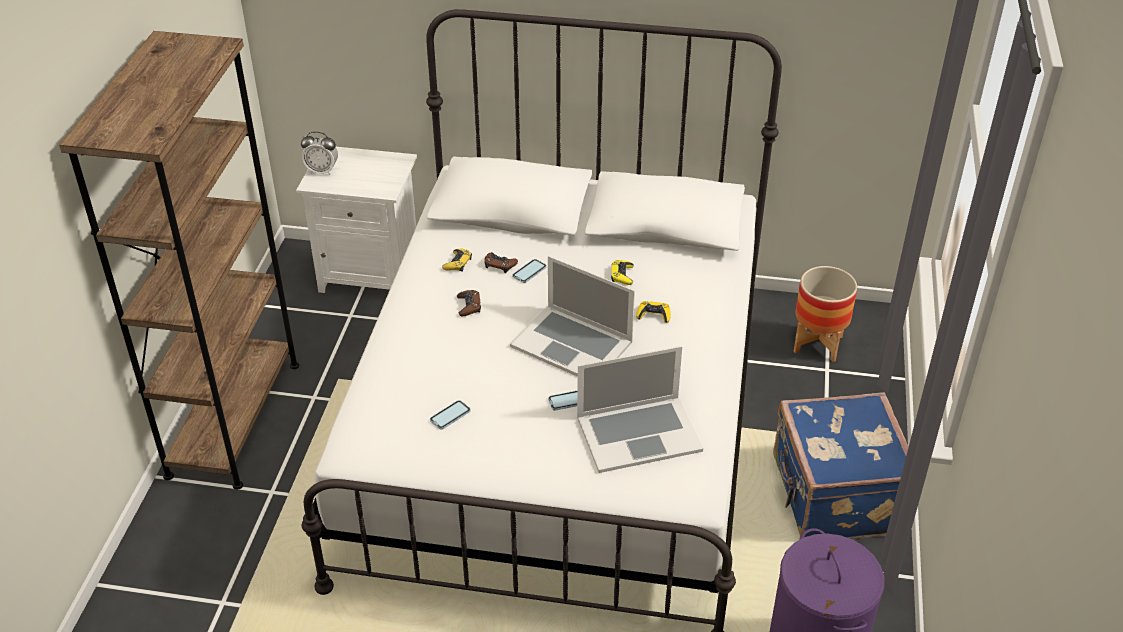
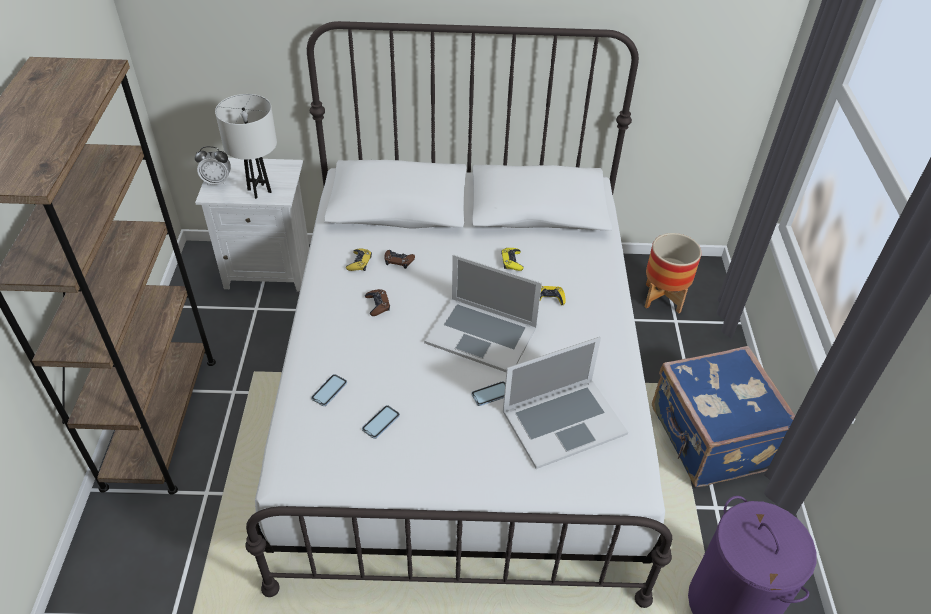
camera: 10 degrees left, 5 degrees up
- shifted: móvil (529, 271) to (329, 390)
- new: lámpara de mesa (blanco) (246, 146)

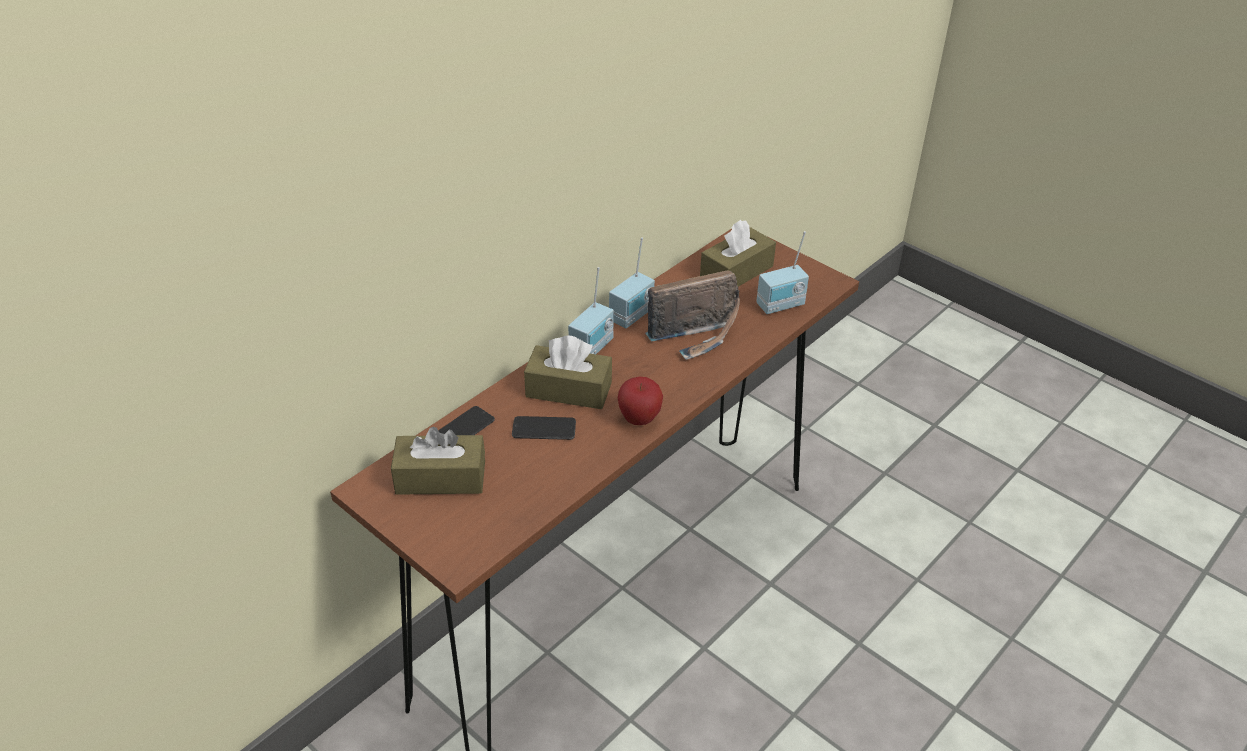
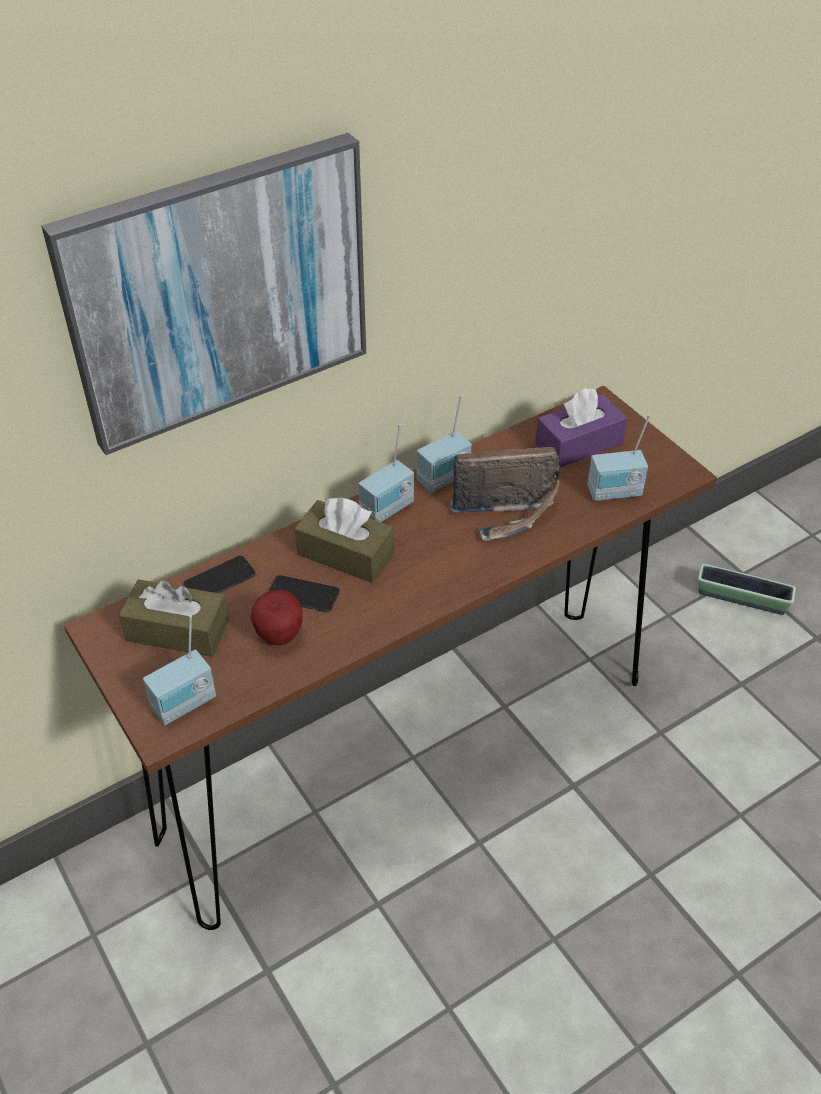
camera: 15 degrees right, 5 degrees up
- shifted: manzana (640, 400) to (277, 617)
- repainted: caja de pañuelos (marrón) (738, 253) to caja de pañuelos (morado) (581, 427)
- new: cuadro (203, 294)
- new: radio (179, 670)
- new: maceta (747, 589)

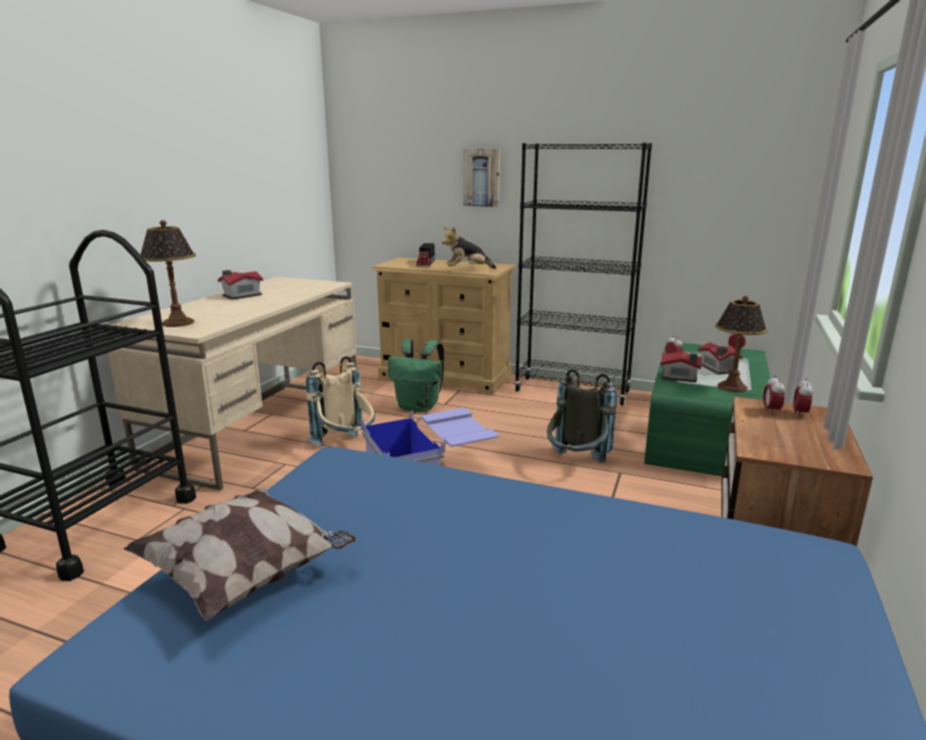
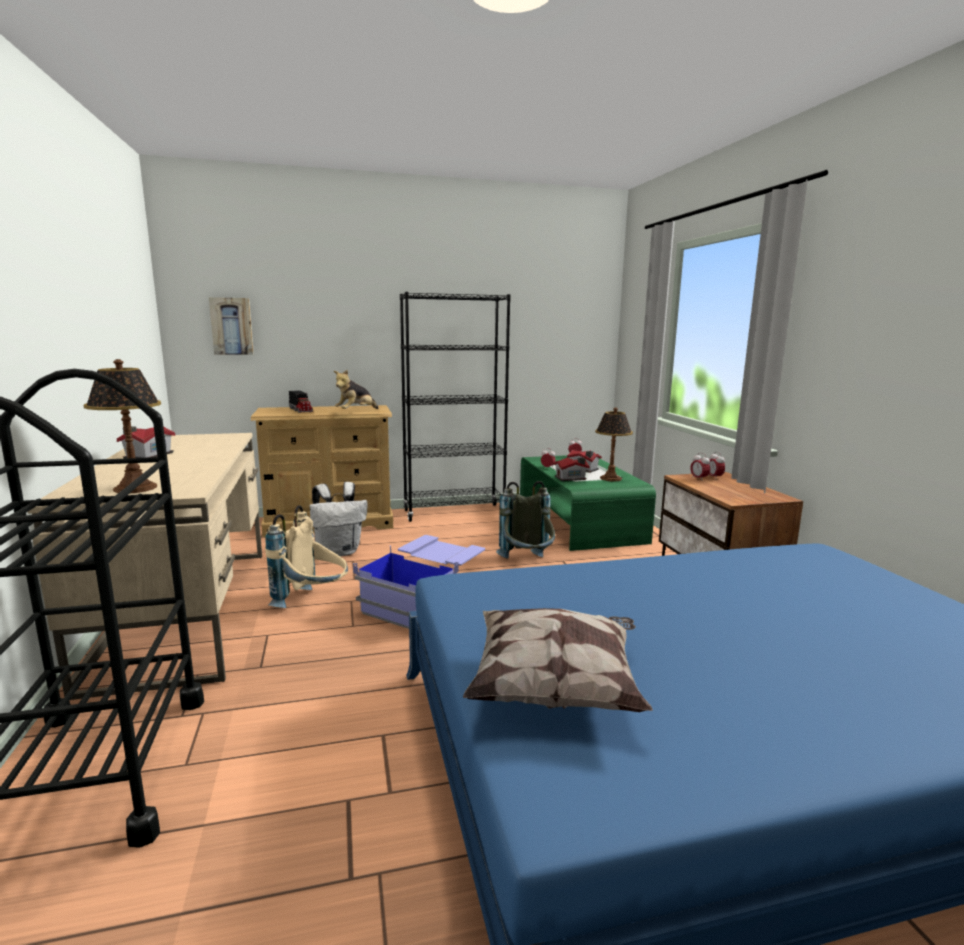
camera: 35 degrees left, 5 degrees down
- repainted: mochila (verde) (416, 375) to mochila (blanco) (338, 519)
- shifted: cuadro (481, 178) to (231, 326)

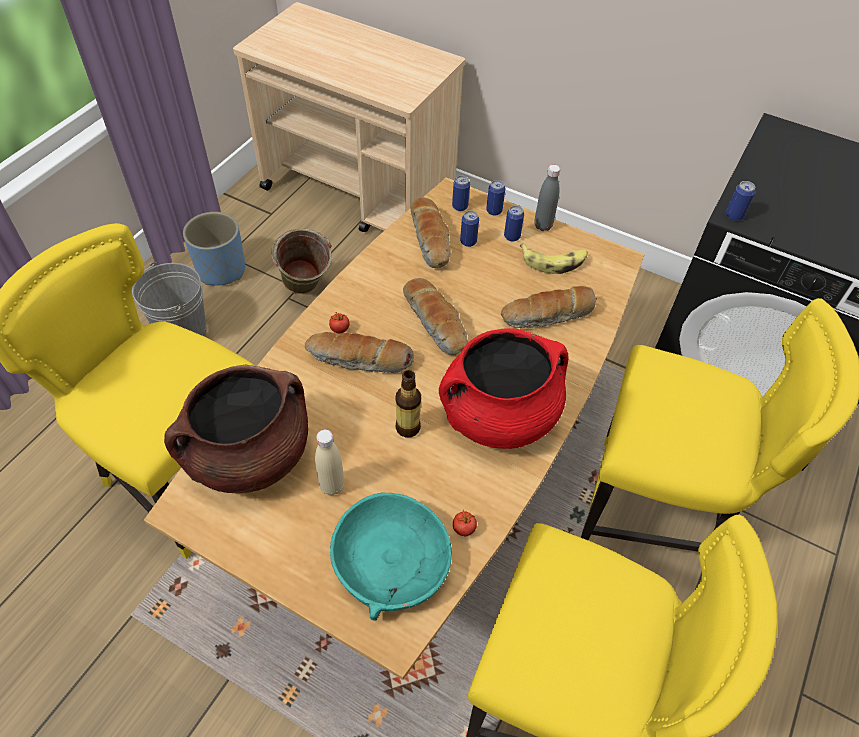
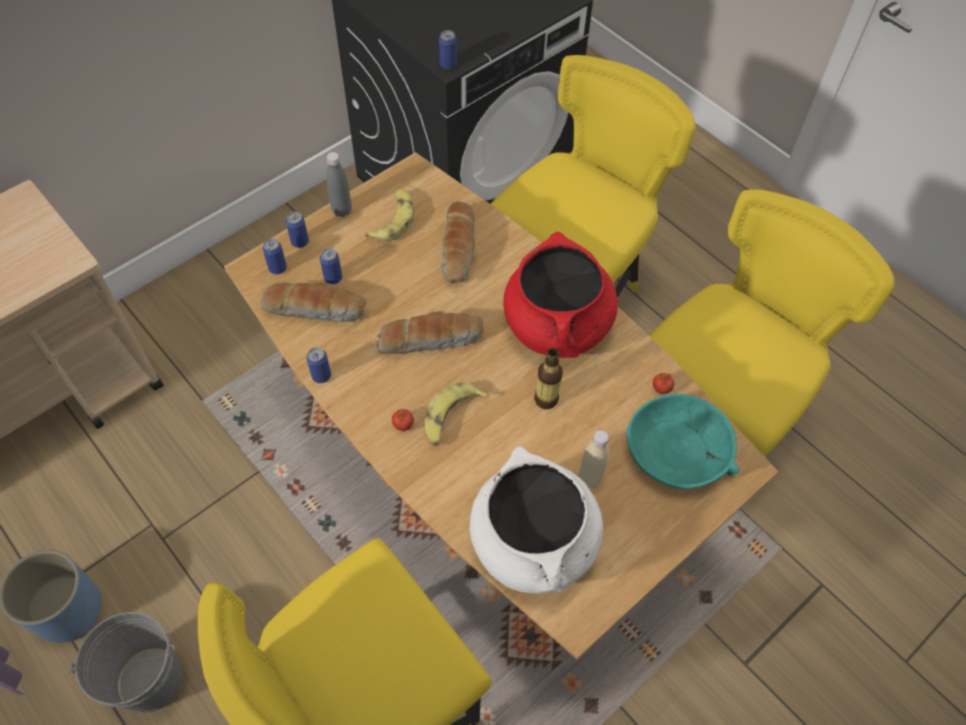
camera: 70 degrees left, 5 degrees up
- repainted: olla (marrón) (236, 429) to olla (blanco) (536, 520)
- gone: cubo (verde) (301, 261)
- swapped: pan (359, 352) to plátano (456, 414)
- shifted: lata (514, 223) to (318, 365)

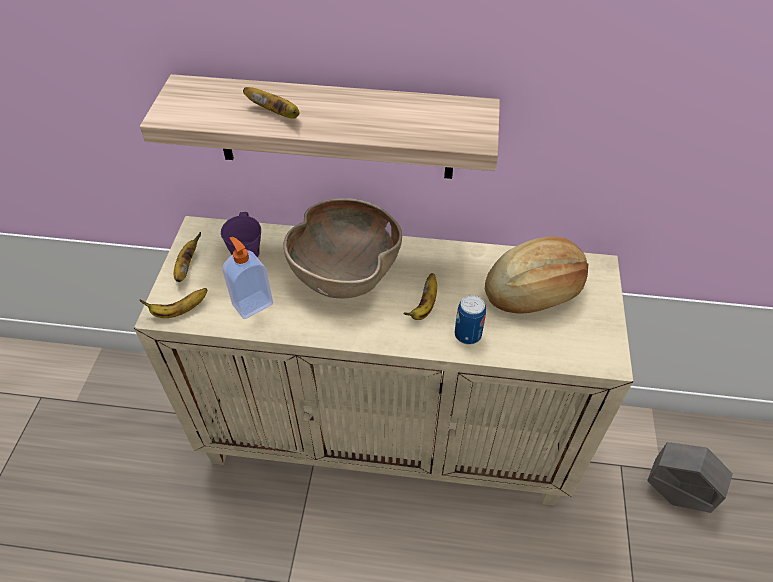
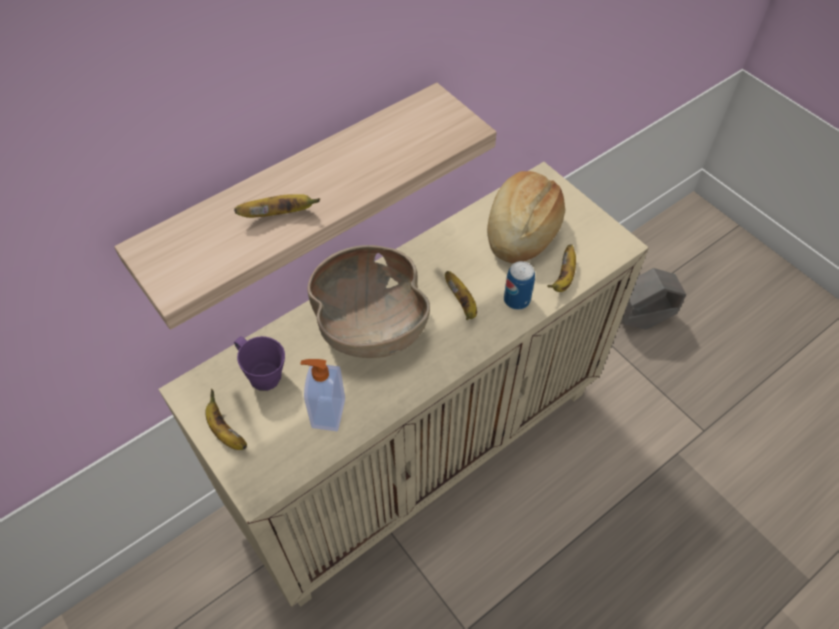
camera: 45 degrees left, 5 degrees up
- shifted: plátano (173, 303) to (561, 268)

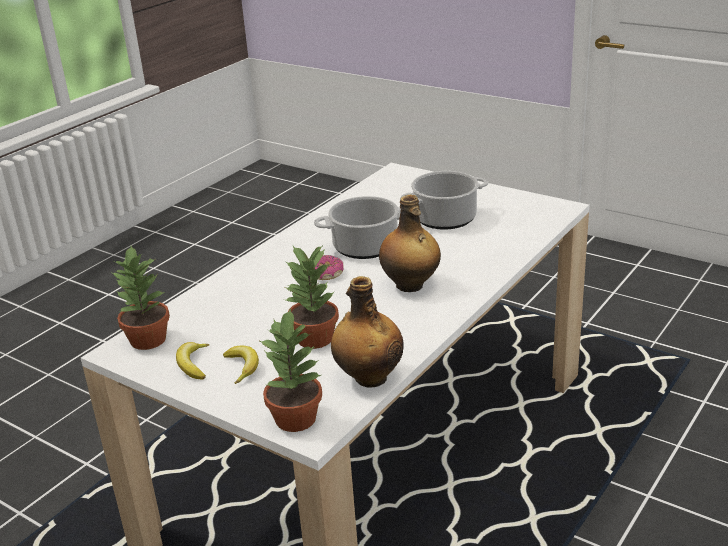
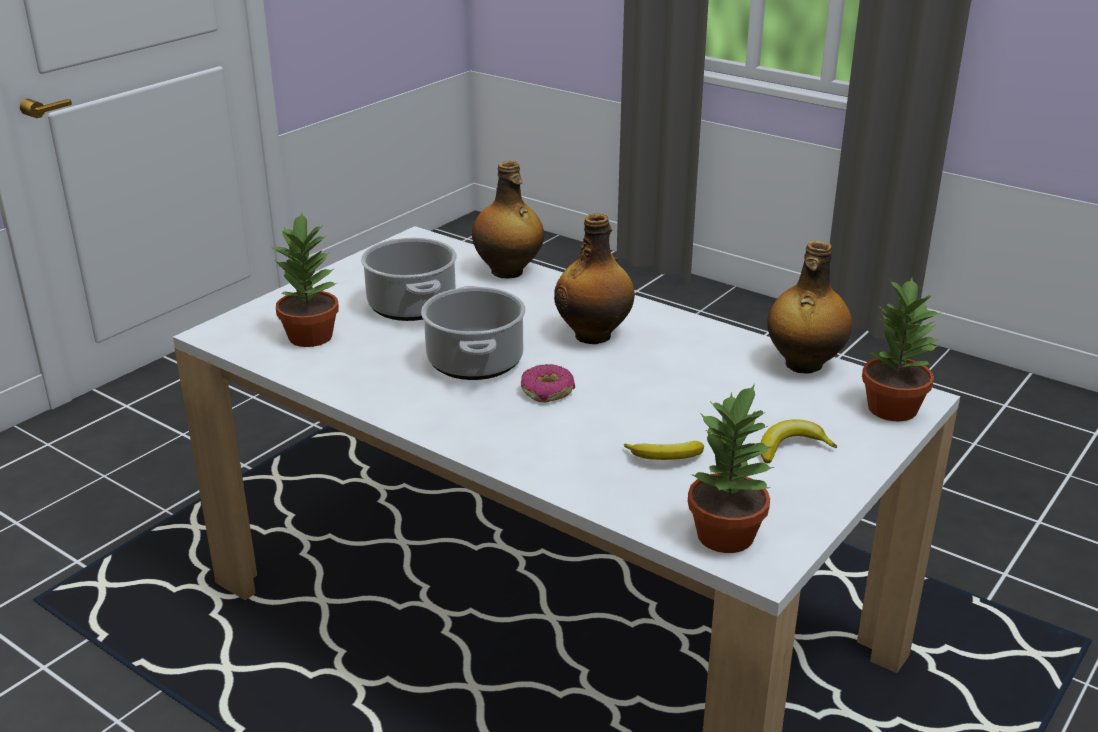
camera: 90 degrees left, 0 degrees up
- shifted: plátano (192, 361) to (664, 450)
- shifted: planta en maceta (312, 297) to (305, 280)
- new: botella (508, 220)

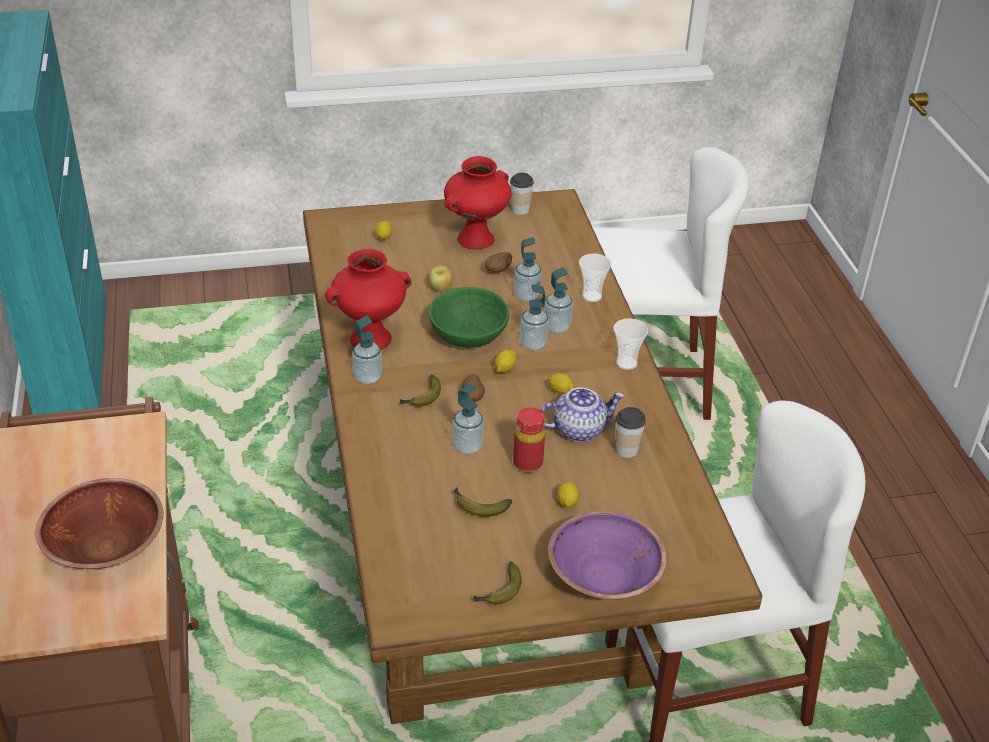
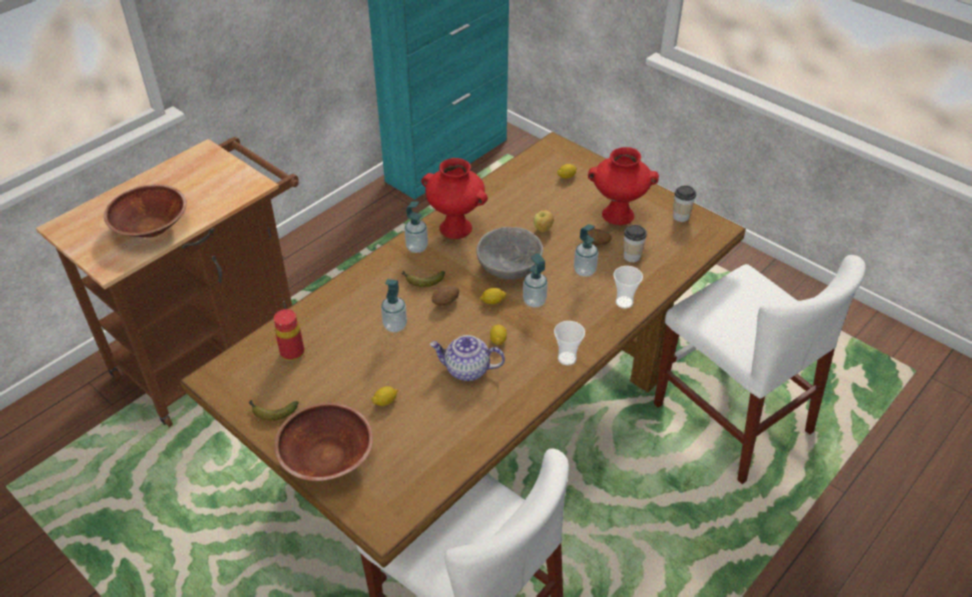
camera: 55 degrees right, 5 degrees up
- repainted: cuenco (verde) (469, 317) to cuenco (gris) (509, 253)
- gone: plátano (483, 502)
- shifted: botella (rojo) (529, 440) to (289, 335)
- rotated: tetera (582, 415) = (467, 358) 150 degrees clockwise
- gone: dispensador de jabón (558, 300)
- repainted: cuenco (morado) (607, 555) to cuenco (marrón) (323, 442)
- shifted: taza (630, 432) to (635, 243)

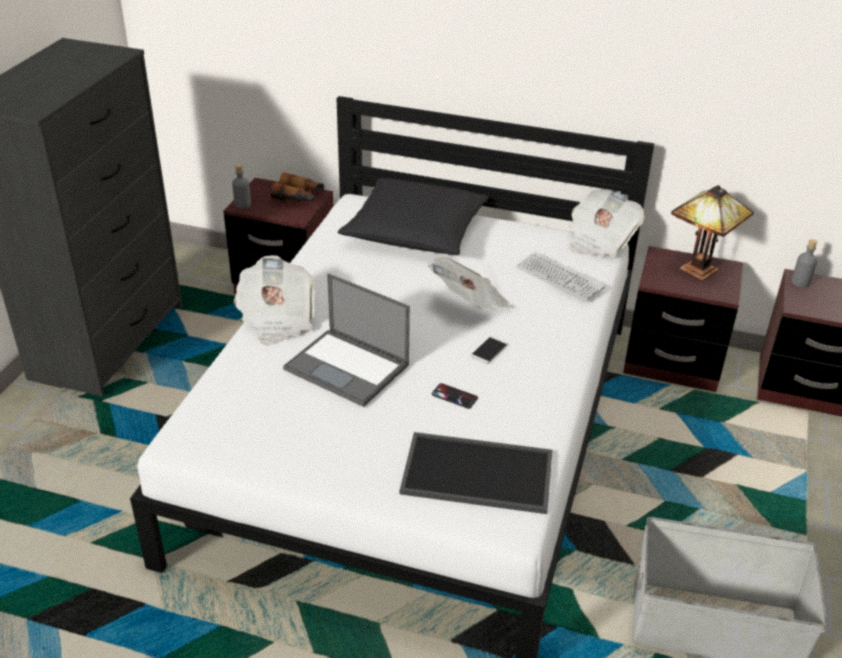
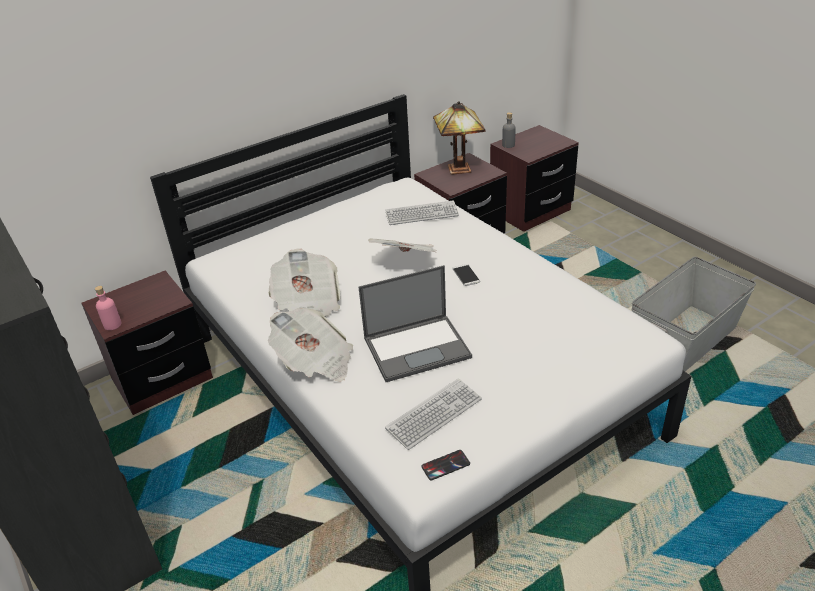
camera: 50 degrees left, 0 degrees up
- repainted: botella (gris) (241, 186) to botella (rosa) (108, 308)
- gone: prismáticos (297, 187)
- gone: cojín (negro) (413, 216)
- gone: bandeja (475, 473)
- shifted: móvil (455, 396) to (445, 465)
- shifted: periódico (606, 222) to (304, 283)
- new: teclado (433, 414)

